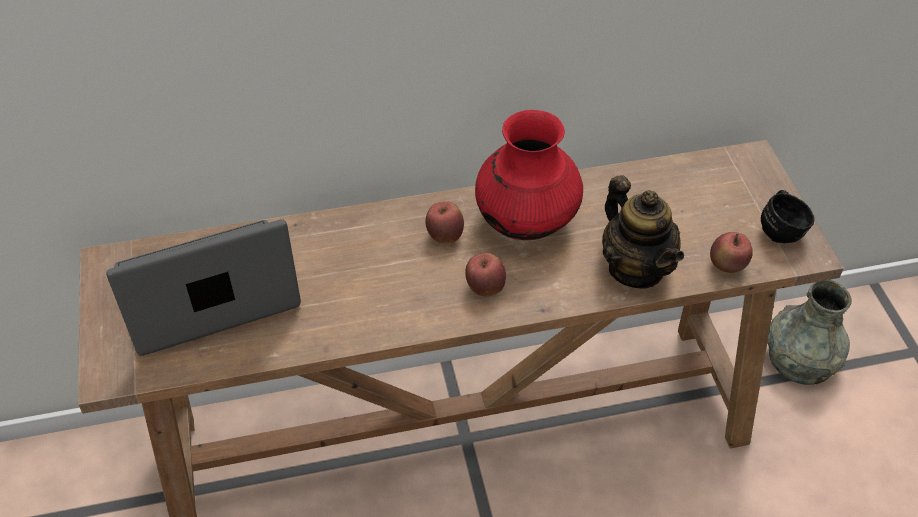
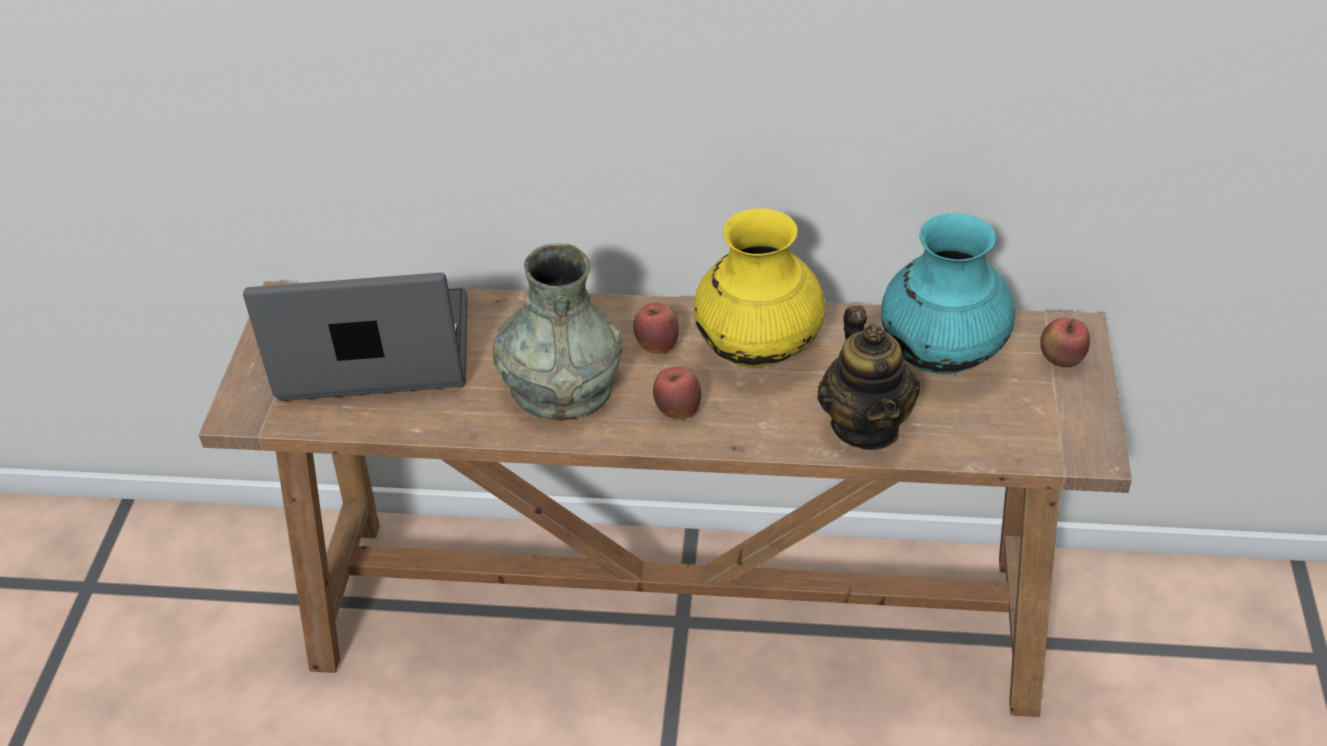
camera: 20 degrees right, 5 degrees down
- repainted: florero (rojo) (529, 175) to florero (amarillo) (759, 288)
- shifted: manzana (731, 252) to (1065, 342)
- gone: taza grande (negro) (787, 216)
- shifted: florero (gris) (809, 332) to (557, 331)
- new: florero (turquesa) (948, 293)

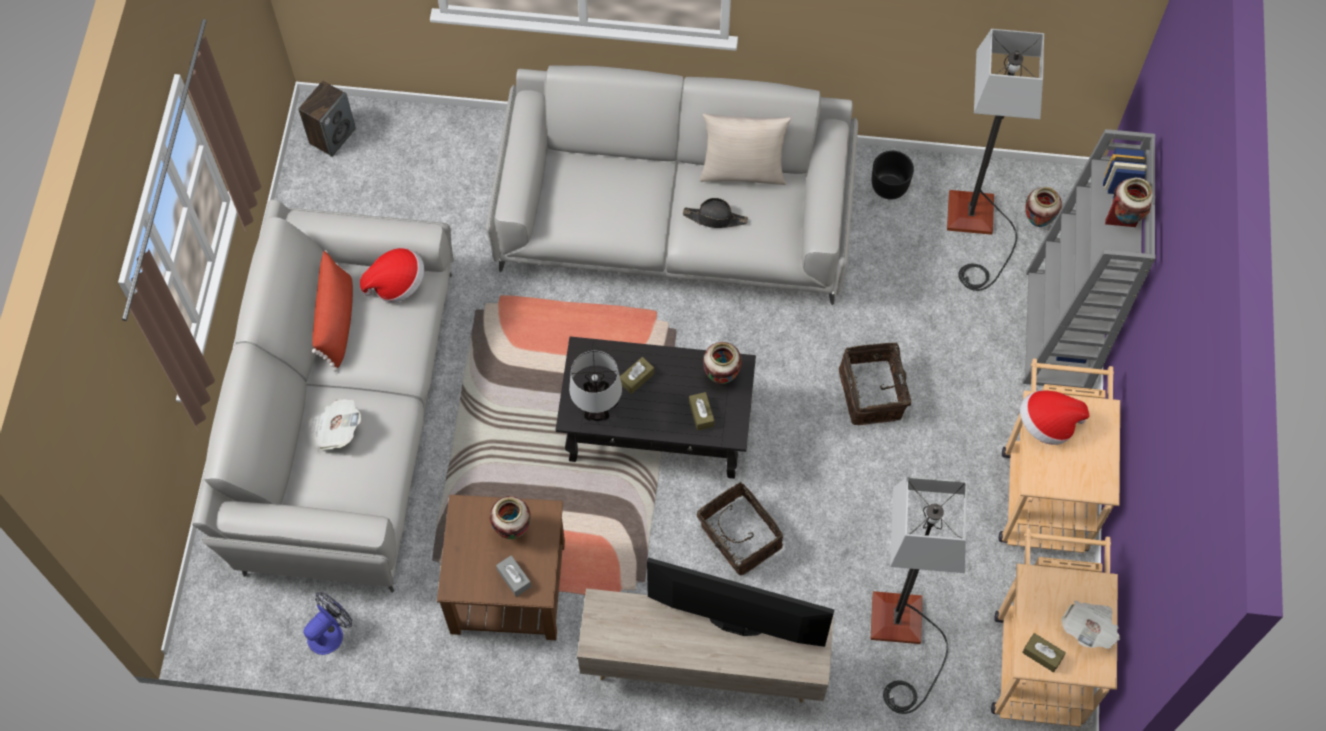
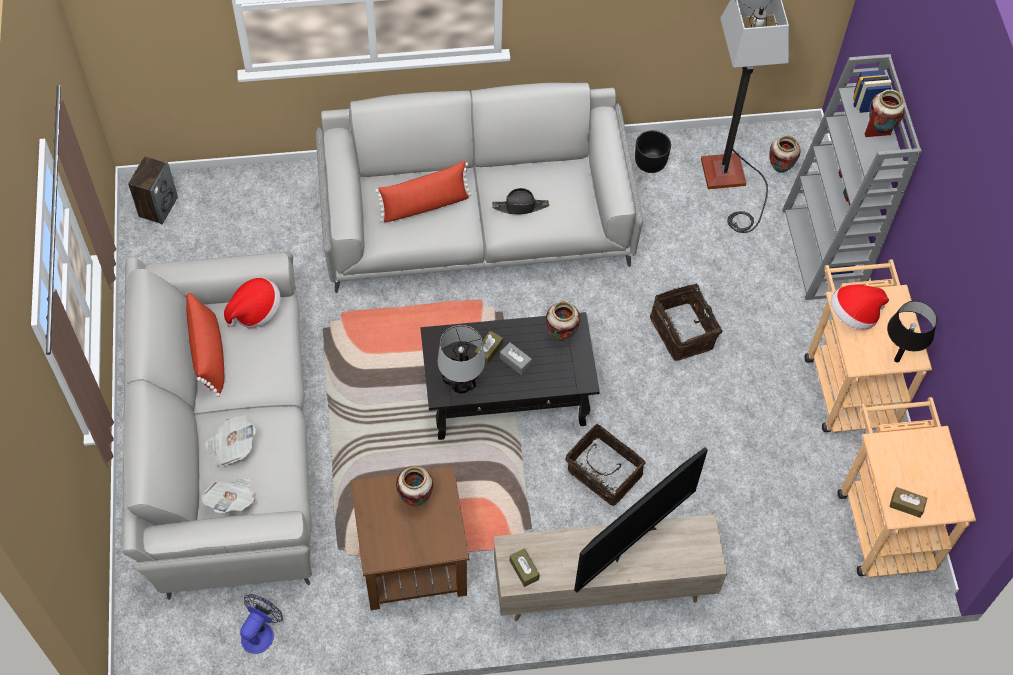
camera: 15 degrees left, 5 degrees down
- shifted: caja de pañuelos (gris) (513, 576) to (516, 358)
- rotated: televisor (741, 602) = (641, 519) 135 degrees clockwise
- shifted: caja de pañuelos (marrón) (701, 411) to (525, 567)
- gone: cojín (beis) (745, 149)
- gone: lámpara de pie (918, 595)
- shifted: periódico (1090, 625) to (228, 495)
- new: cojín (rojo) (423, 191)
- new: lámpara de mesa (negro) (912, 332)

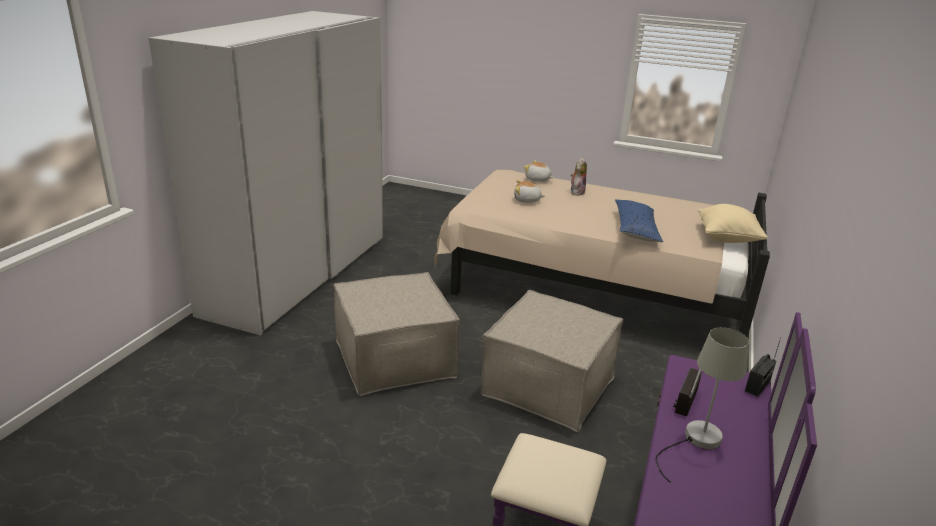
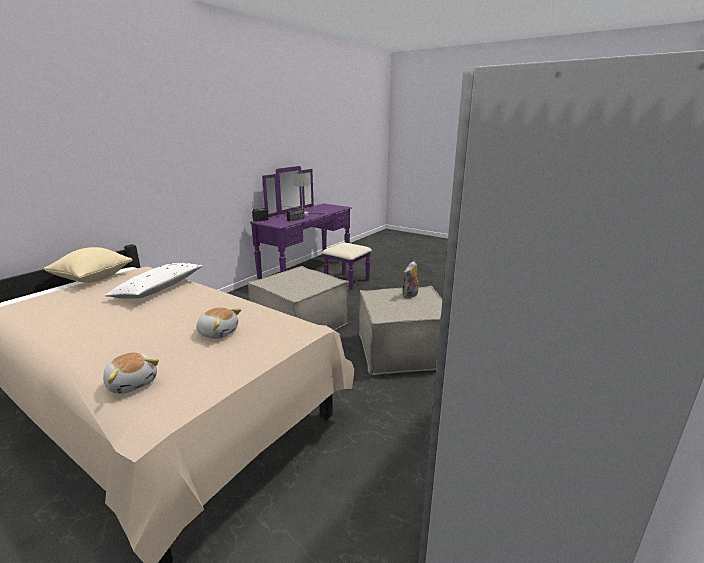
camera: 165 degrees left, 5 degrees down
- shifted: peluche (579, 176) to (411, 279)
- repainted: cojín (azul) (639, 220) to cojín (blanco) (154, 281)

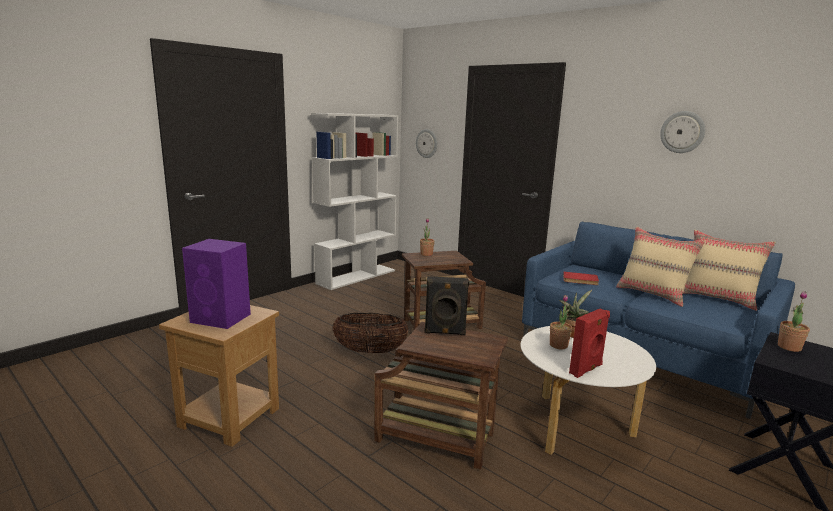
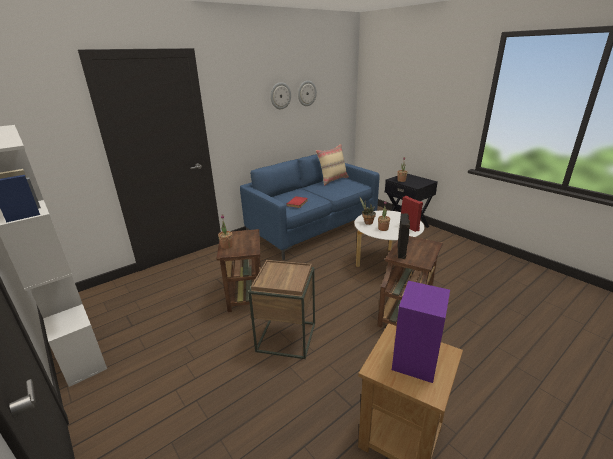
camera: 80 degrees left, 10 degrees up
- swapped: cesta (371, 333) to mesa auxiliar (marrón) (281, 309)
- shifted: reloj de pared (426, 143) to (307, 93)
- gone: cojín (beis) (661, 267)

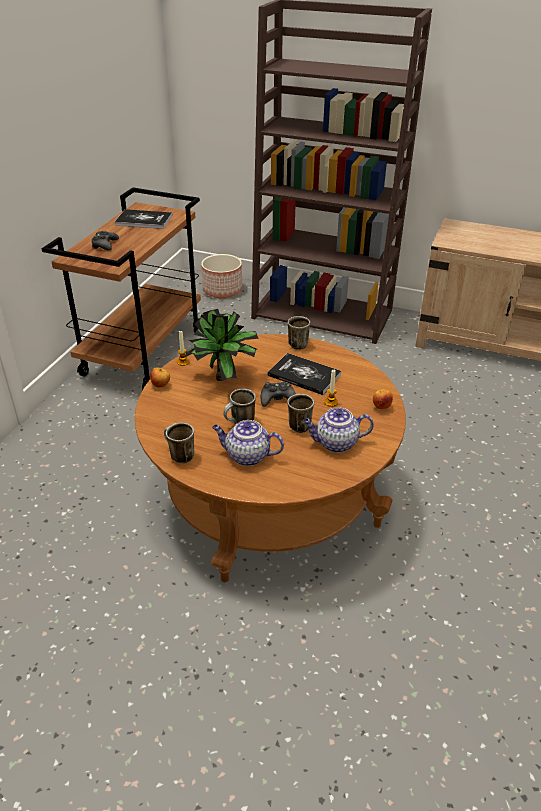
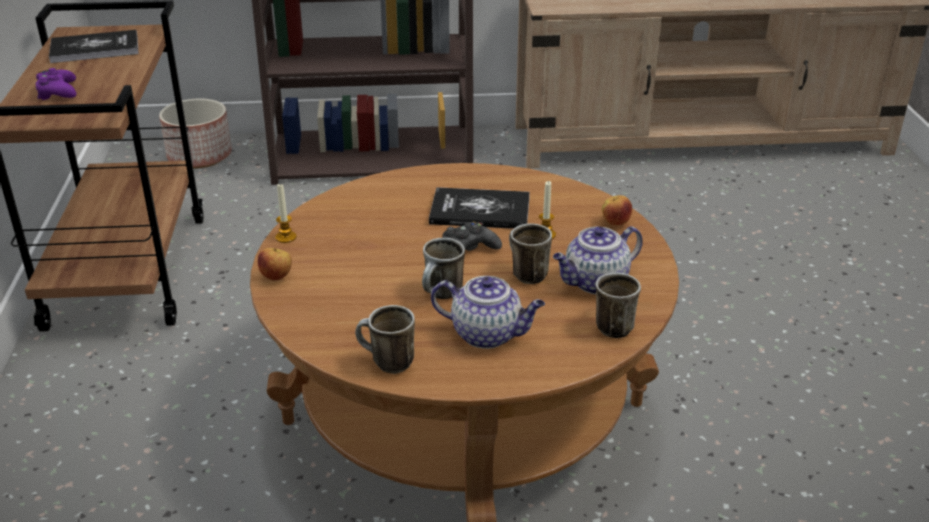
camera: 25 degrees left, 5 degrees down
- repainted: mando de consola (negro) (105, 240) to mando de consola (morado) (56, 84)
- gone: planta en maceta (222, 345)
- rotated: tetera (248, 443) = (488, 312) 150 degrees counterclockwise
- shifted: taza grande (299, 333) to (618, 306)

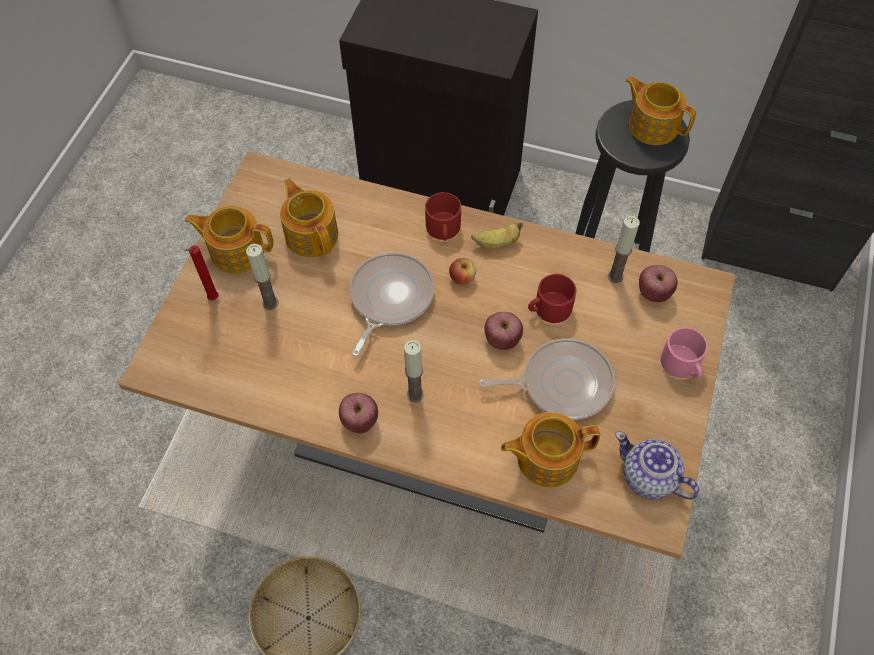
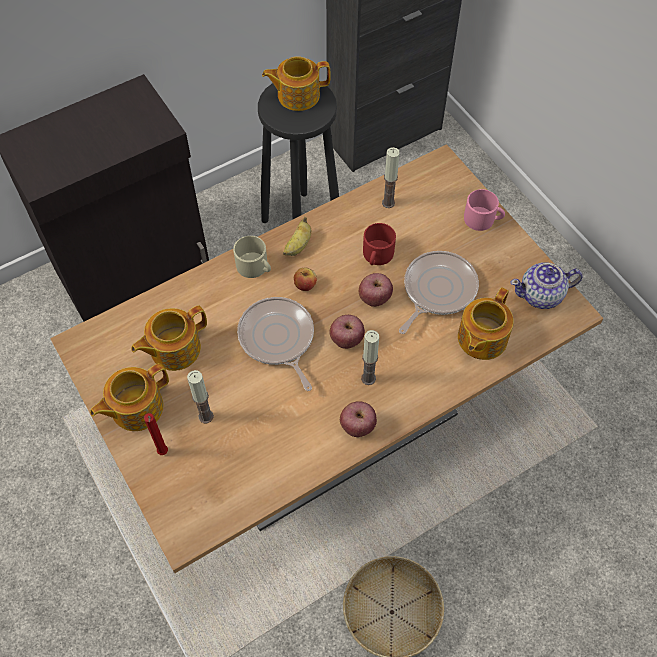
camera: 50 degrees left, 0 degrees up
- rotated: tetera (309, 217) = (169, 338) 45 degrees counterclockwise
- repainted: taza grande (rojo) (443, 216) to taza grande (beis) (252, 257)
- shifted: manzana (658, 283) to (347, 332)

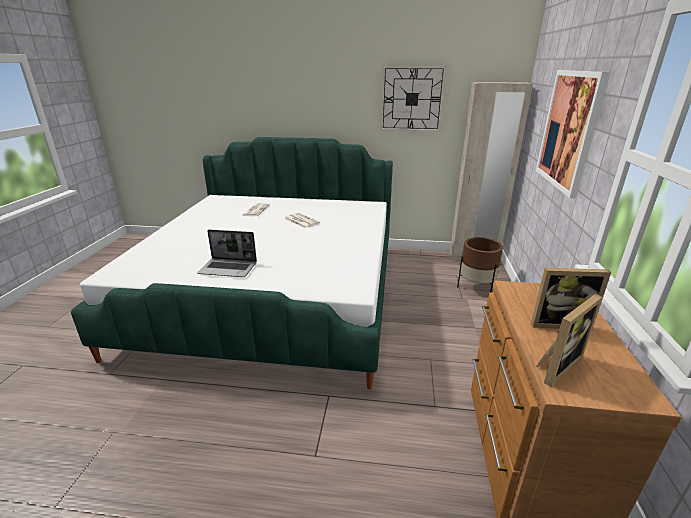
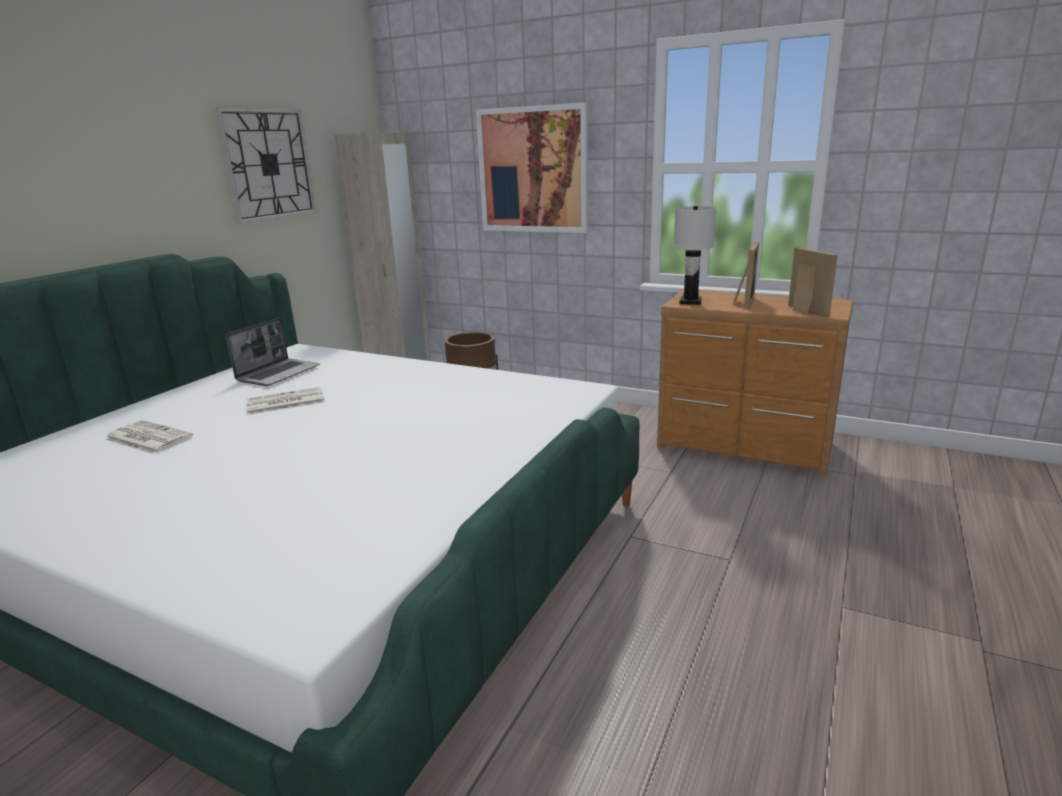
camera: 70 degrees left, 5 degrees down
- shifted: portátil (227, 253) to (273, 352)
- new: lámpara de mesa (blanco) (694, 255)

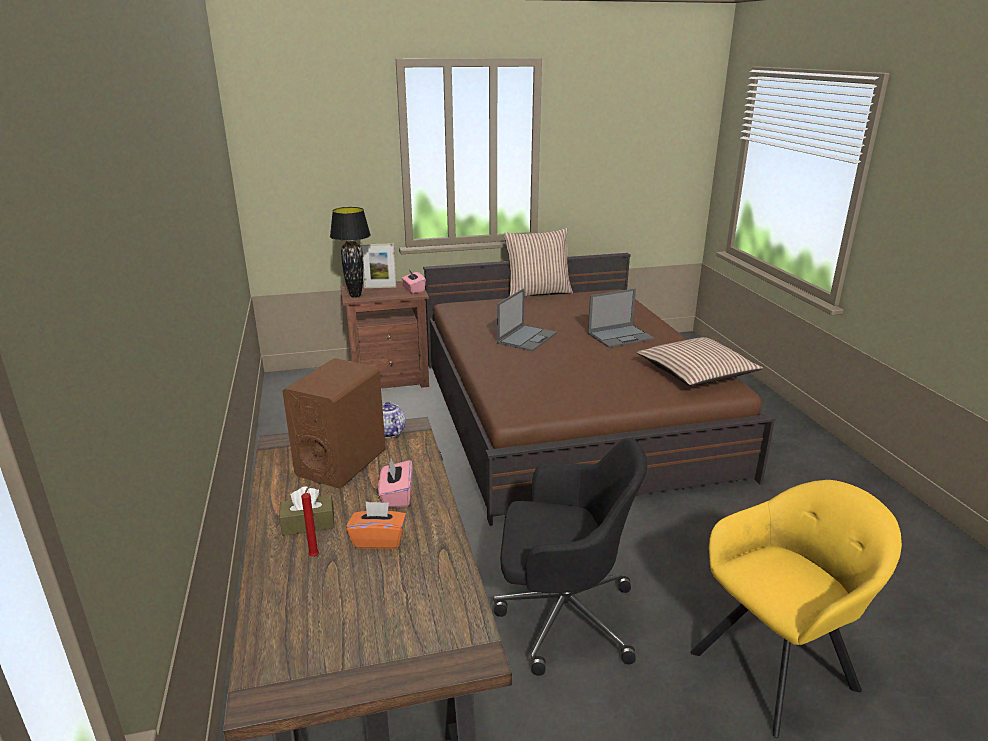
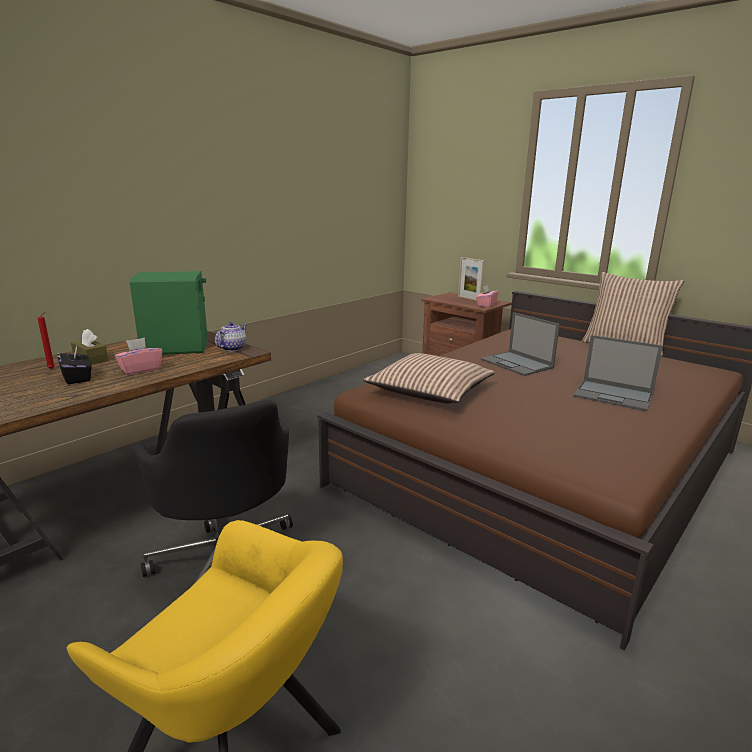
camera: 55 degrees right, 5 degrees down
- repainted: altavoz (marrón) (334, 423) to altavoz (verde) (169, 313)
- gone: lámpara de mesa (negro) (350, 252)
- repainted: caja de pañuelos (naranja) (376, 525) to caja de pañuelos (negro) (74, 365)
- rotated: portátil (527, 319) = (520, 344) 60 degrees clockwise
- shifted: cojín (700, 361) to (429, 378)

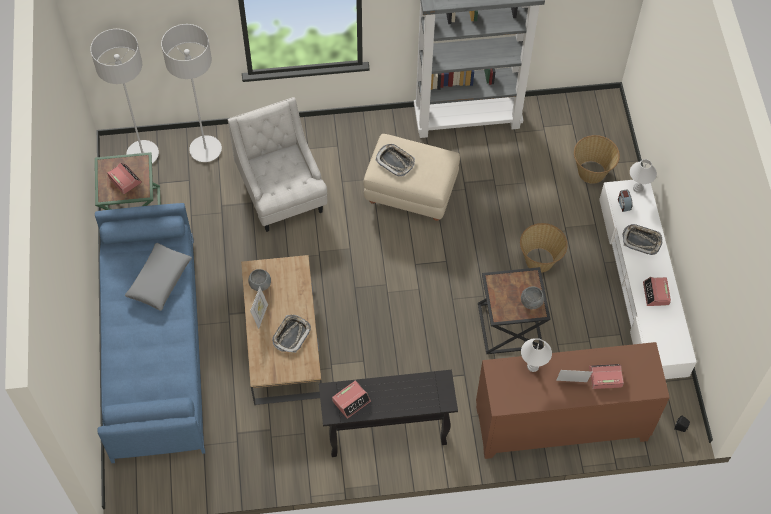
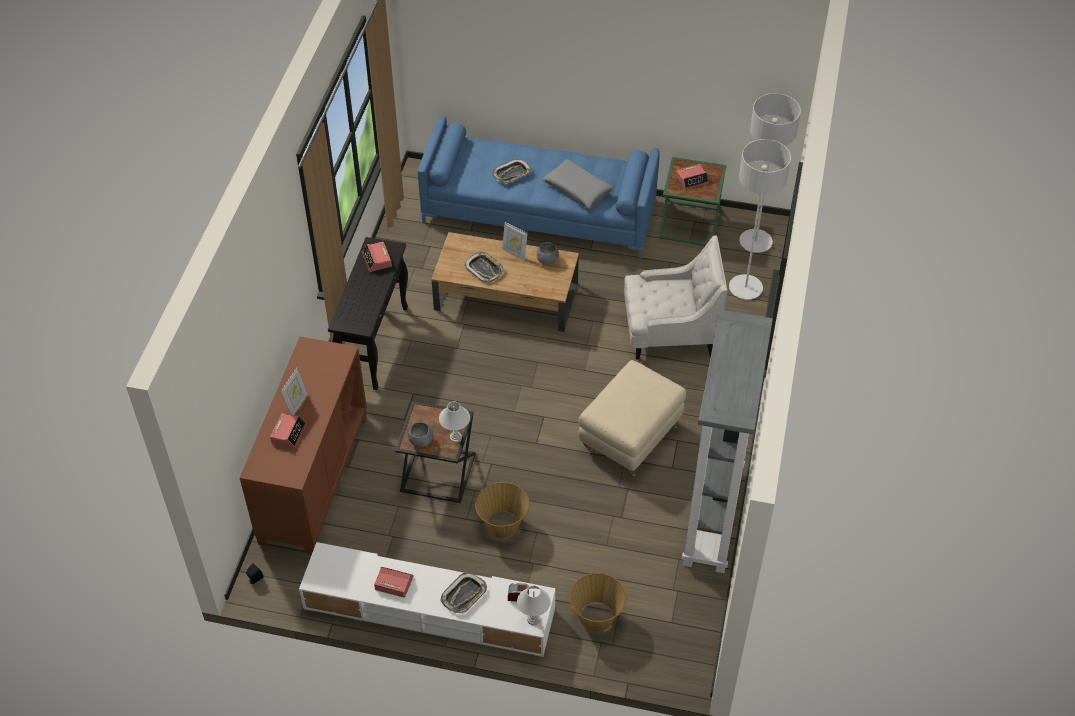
camera: 110 degrees right, 10 degrees down
- shifted: bandeja (395, 160) to (511, 171)
- shifted: lámpara de mesa (blanco) (536, 355) to (454, 422)

